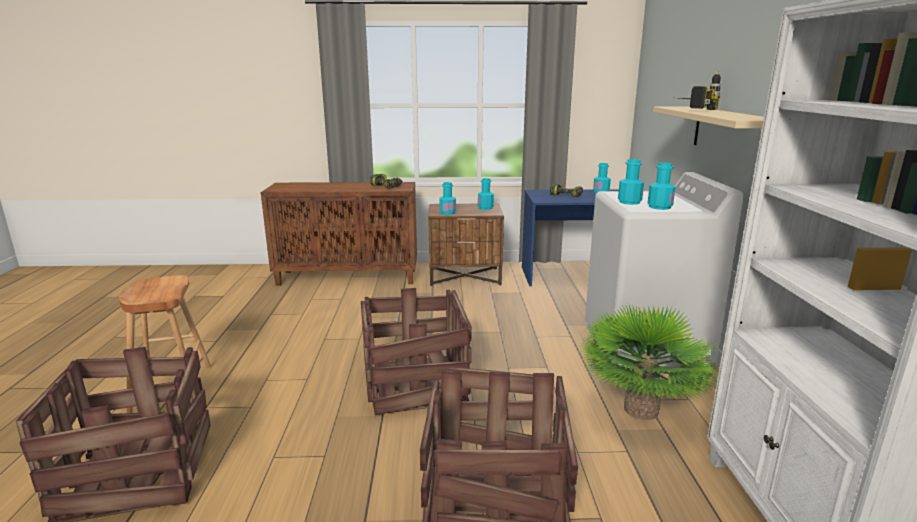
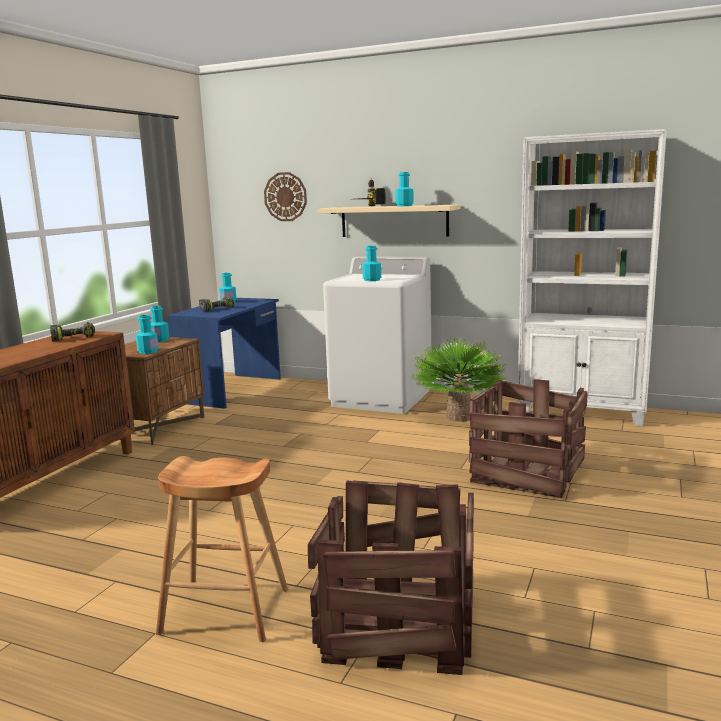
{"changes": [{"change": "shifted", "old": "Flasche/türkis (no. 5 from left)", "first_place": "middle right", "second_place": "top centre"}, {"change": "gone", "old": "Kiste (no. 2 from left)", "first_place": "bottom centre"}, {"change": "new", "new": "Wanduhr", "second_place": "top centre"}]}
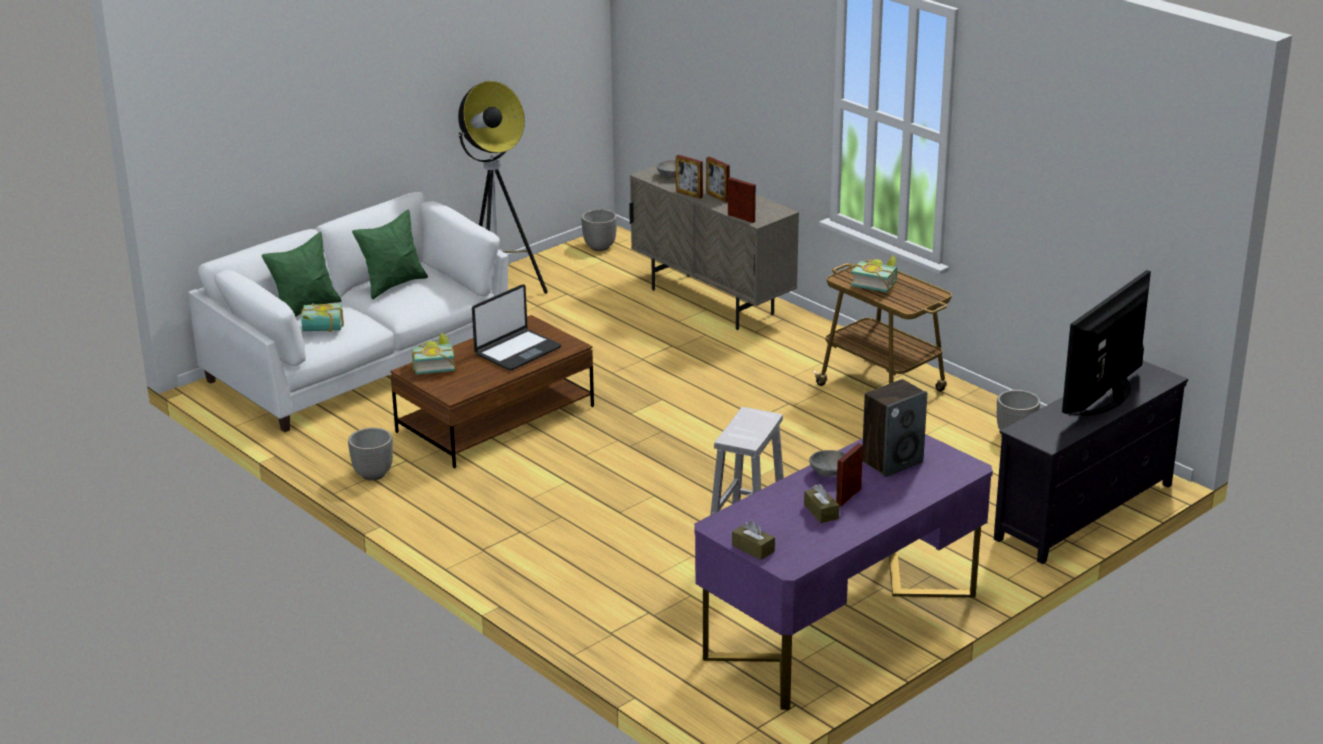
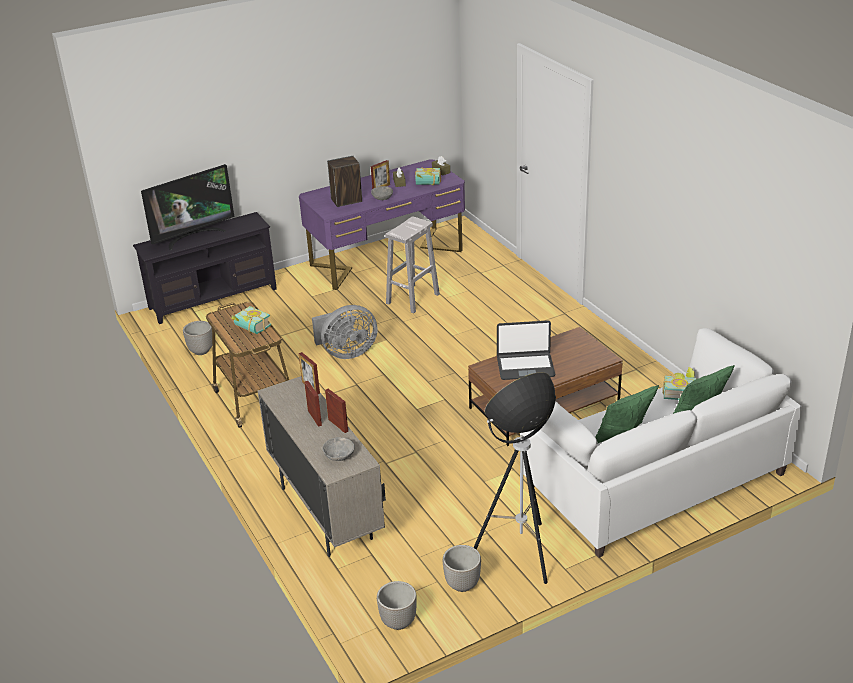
{"changes": [{"change": "rotated", "old": "Laptop", "first_place": "centre", "second_place": "centre", "degrees": -150}, {"change": "shifted", "old": "Buch (no. 2 from left)", "first_place": "middle left", "second_place": "top centre"}, {"change": "shifted", "old": "Pflanzkübel (no. 1 from left in the first image)", "new": "Pflanzkübel (no. 3 from left)", "first_place": "middle left", "second_place": "bottom centre"}, {"change": "new", "new": "Ventilator/grau", "second_place": "centre"}]}
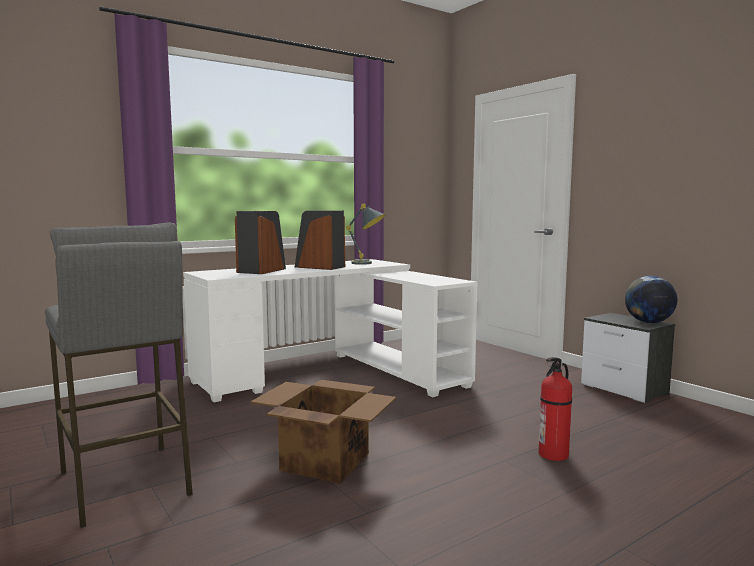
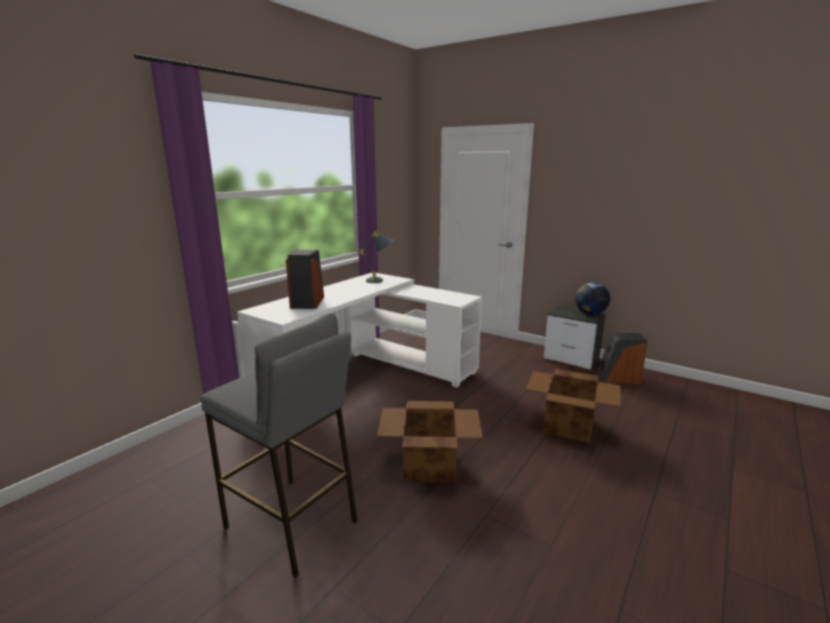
{"changes": [{"change": "shifted", "old": "Lautsprecher (no. 2 from left)", "first_place": "centre", "second_place": "middle right"}, {"change": "swapped", "old": "Feuerlöscher", "new": "Karton (no. 2 from left)", "first_place": "bottom right", "second_place": "middle right"}]}
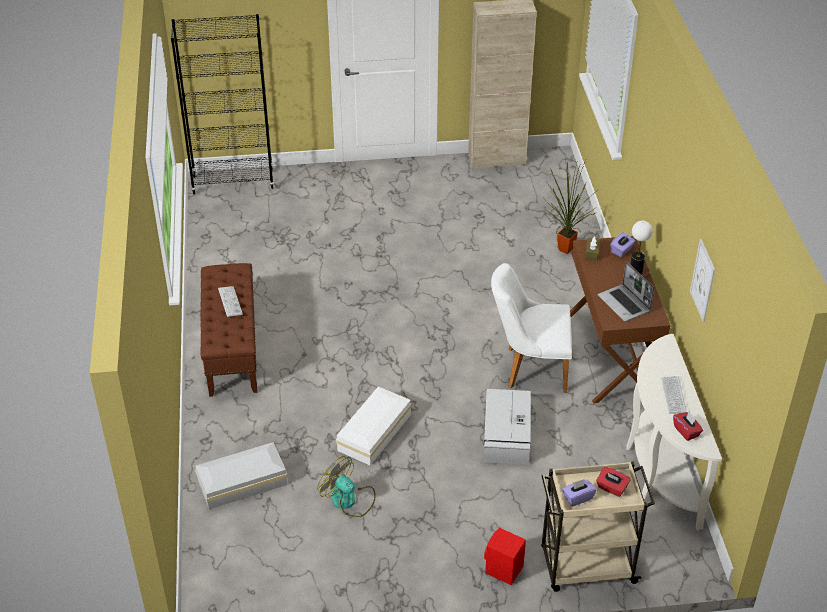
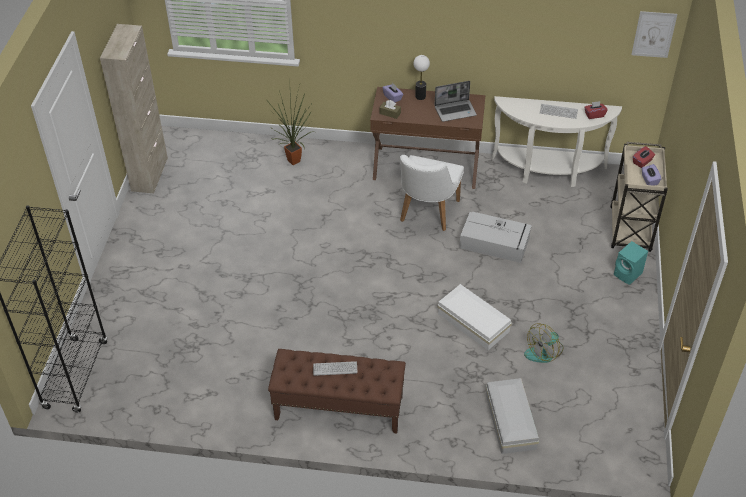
{"changes": [{"change": "shifted", "old": "Bild", "first_place": "middle right", "second_place": "top right"}, {"change": "repainted", "old": "Lautsprecher/rot", "new": "Lautsprecher/türkis", "first_place": "bottom centre", "second_place": "middle right"}]}
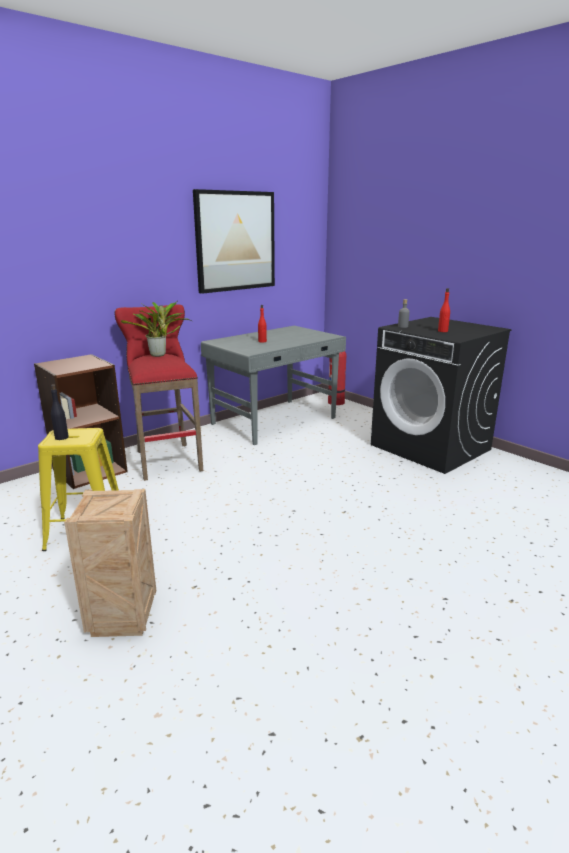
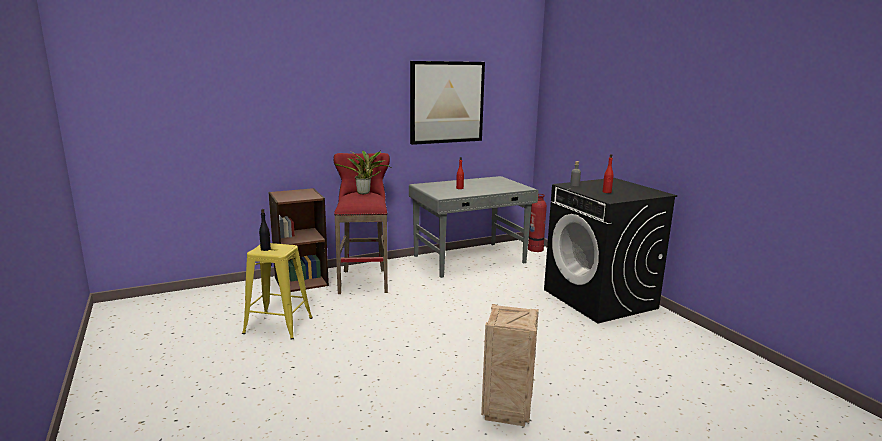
{"changes": [{"change": "shifted", "old": "Kiste", "first_place": "middle left", "second_place": "bottom centre"}]}
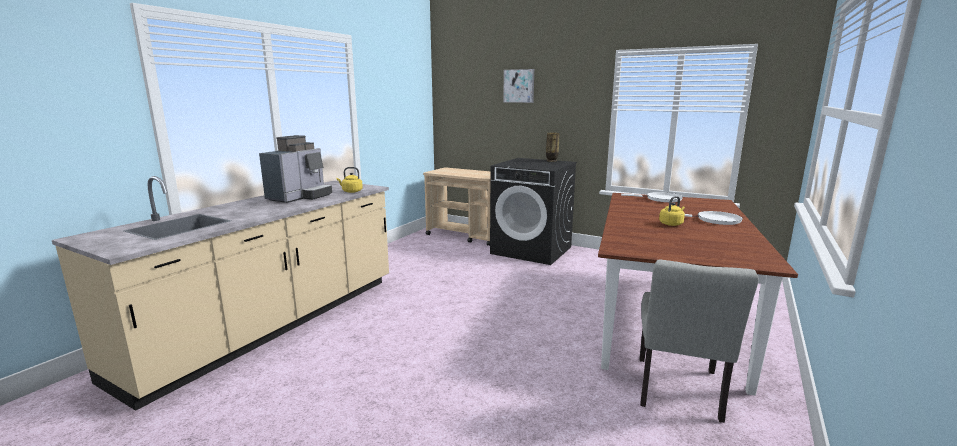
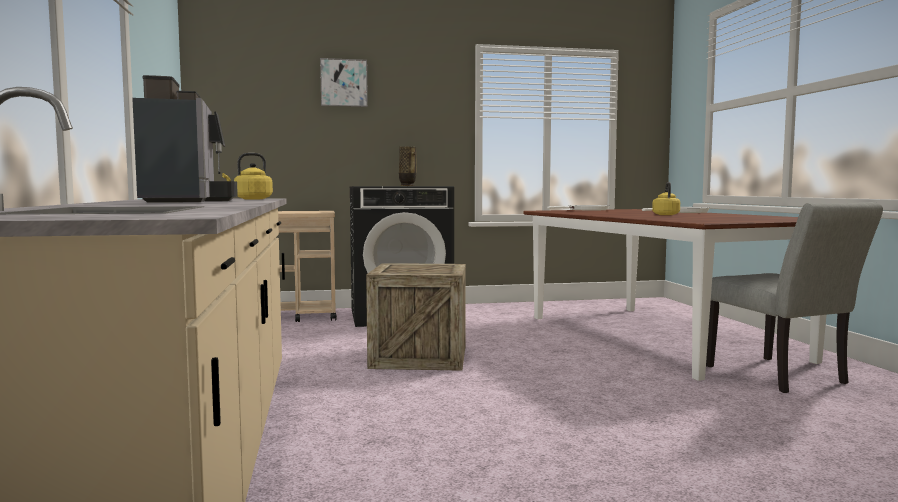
{"changes": [{"change": "new", "new": "Kiste", "second_place": "centre"}]}
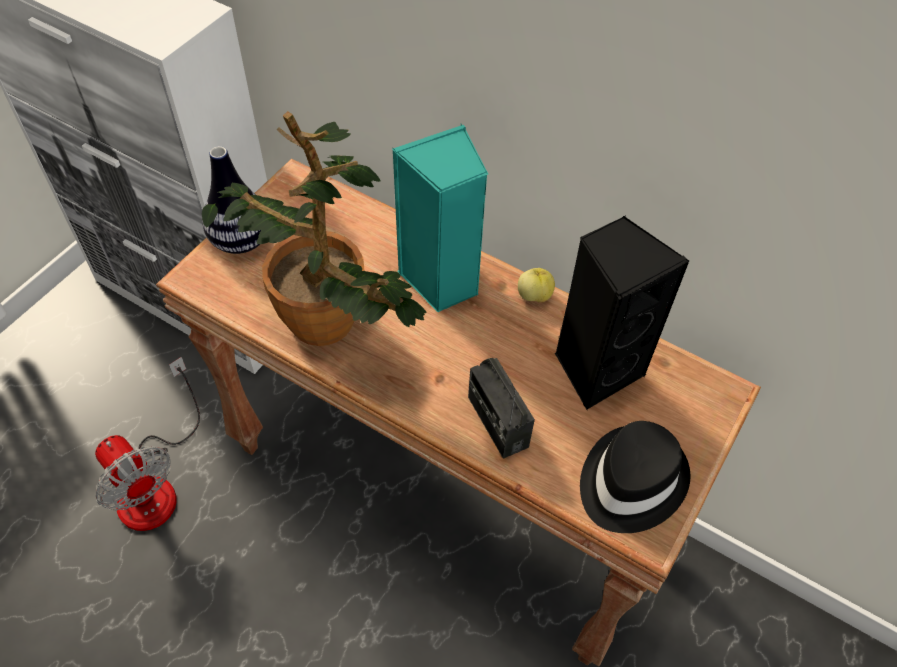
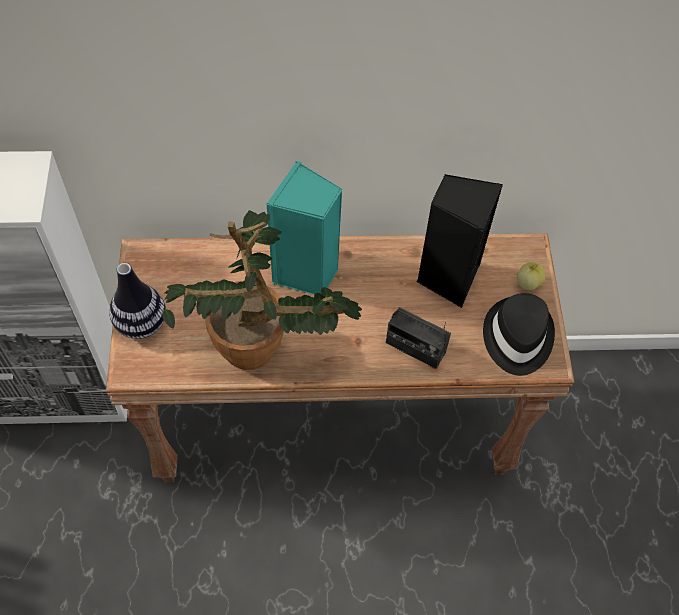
{"changes": [{"change": "shifted", "old": "Apfel", "first_place": "centre", "second_place": "middle right"}, {"change": "gone", "old": "Ventilator", "first_place": "middle left"}]}
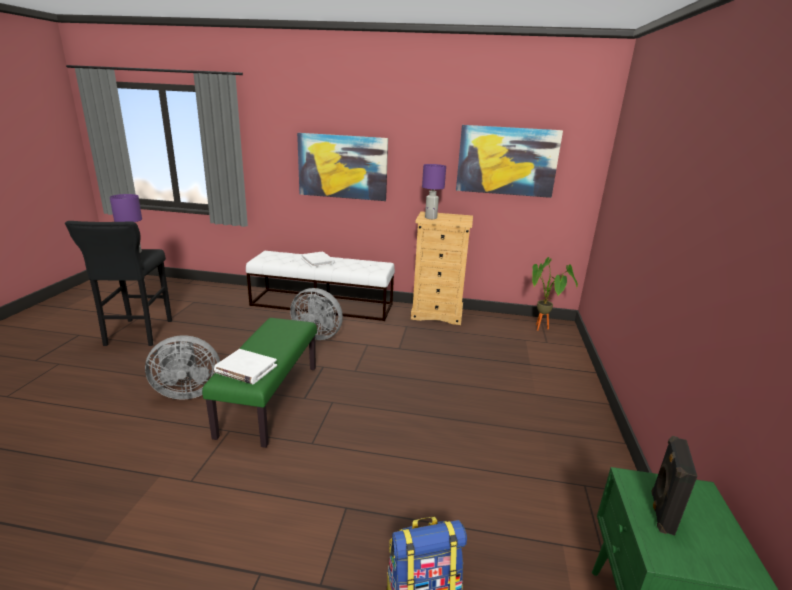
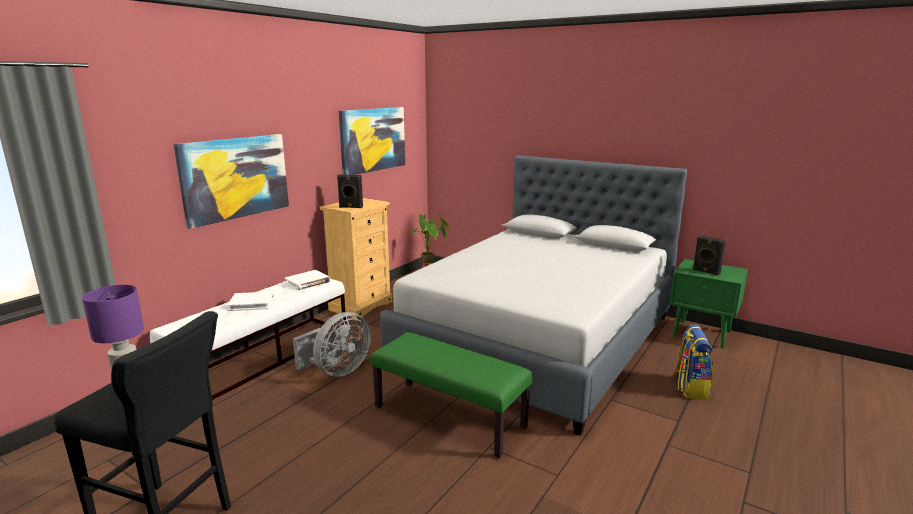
{"changes": [{"change": "swapped", "old": "Tischlampe/lila (no. 2 from left)", "new": "Lautsprecher/schwarz (no. 1 from left)", "first_place": "top centre", "second_place": "centre"}, {"change": "gone", "old": "Ventilator/grau (no. 1 from left)", "first_place": "middle left"}, {"change": "shifted", "old": "Buch/weiß (no. 1 from left in the first image)", "new": "Buch/weiß (no. 2 from left)", "first_place": "middle left", "second_place": "centre"}, {"change": "new", "new": "Bett/grau", "second_place": "centre"}]}
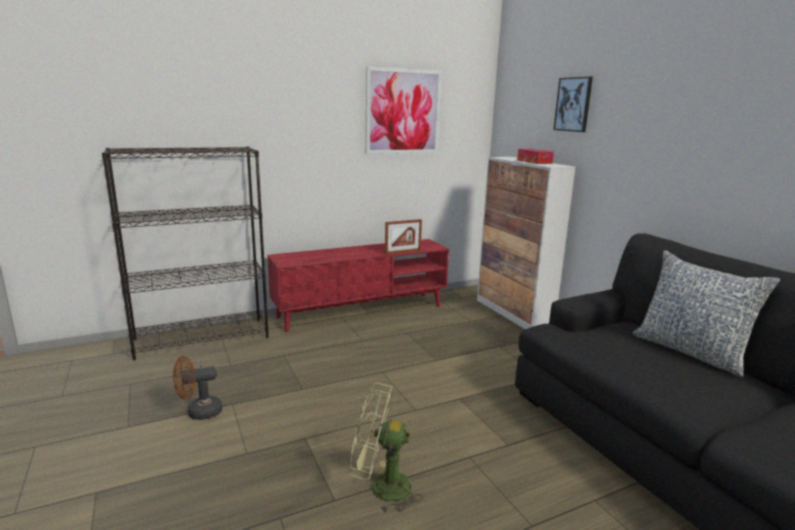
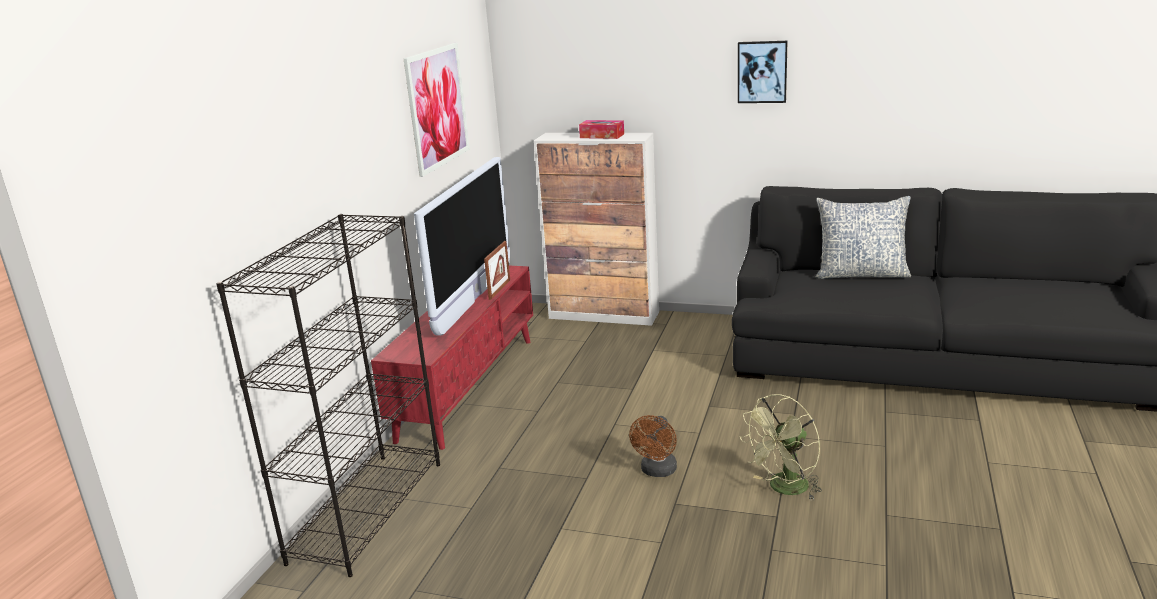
{"changes": [{"change": "shifted", "old": "Bild (no. 2 from left)", "first_place": "top right", "second_place": "top centre"}, {"change": "shifted", "old": "Ventilator/braun", "first_place": "bottom left", "second_place": "bottom centre"}, {"change": "new", "new": "Fernseher", "second_place": "centre"}]}
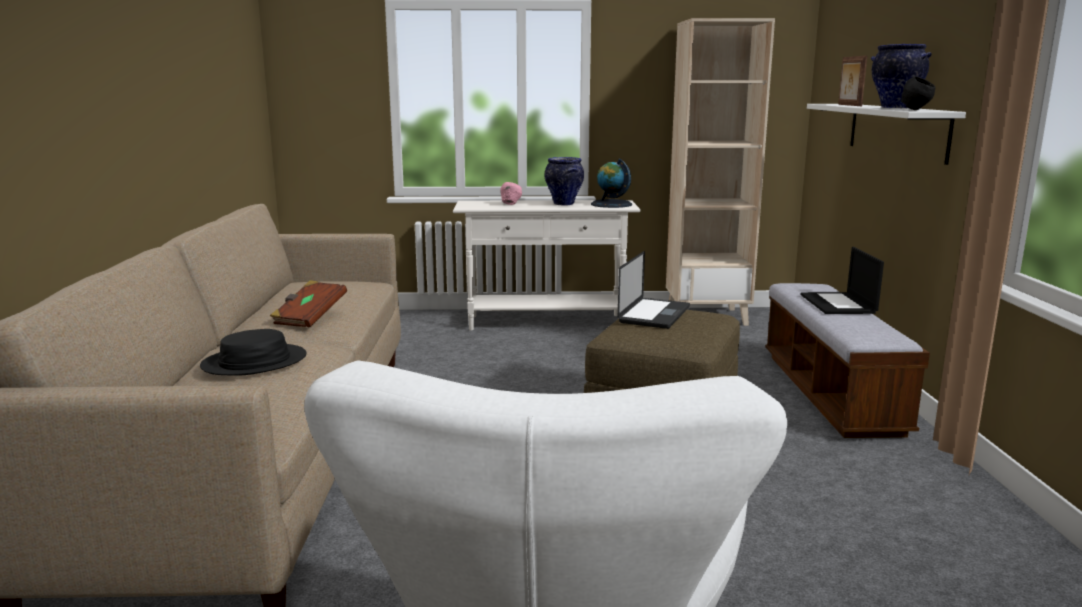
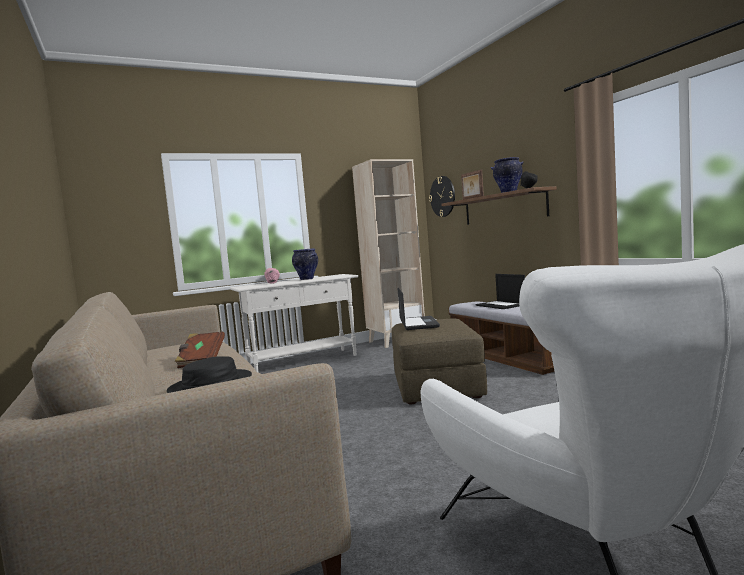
{"changes": [{"change": "repainted", "old": "Wandregal/weiß", "new": "Wandregal/braun", "first_place": "top right", "second_place": "middle right"}, {"change": "gone", "old": "Globus", "first_place": "top centre"}, {"change": "new", "new": "Wanduhr", "second_place": "centre"}]}
